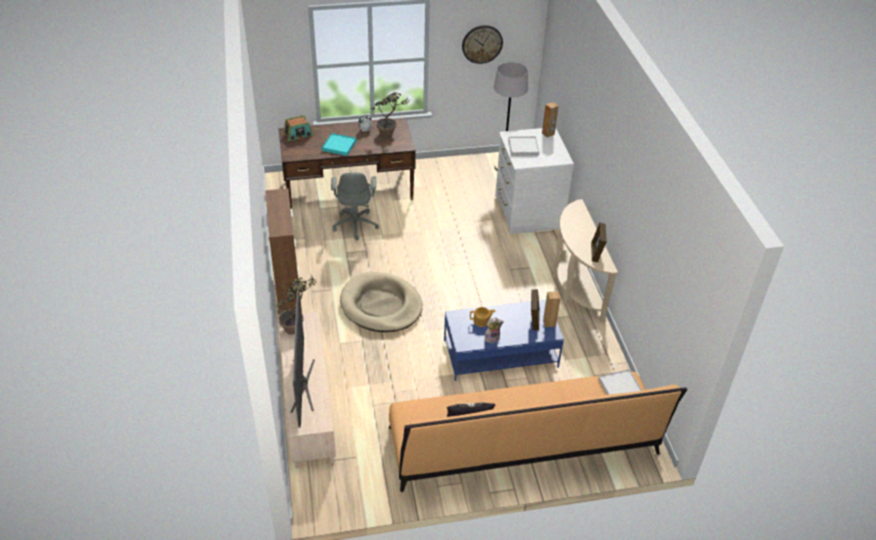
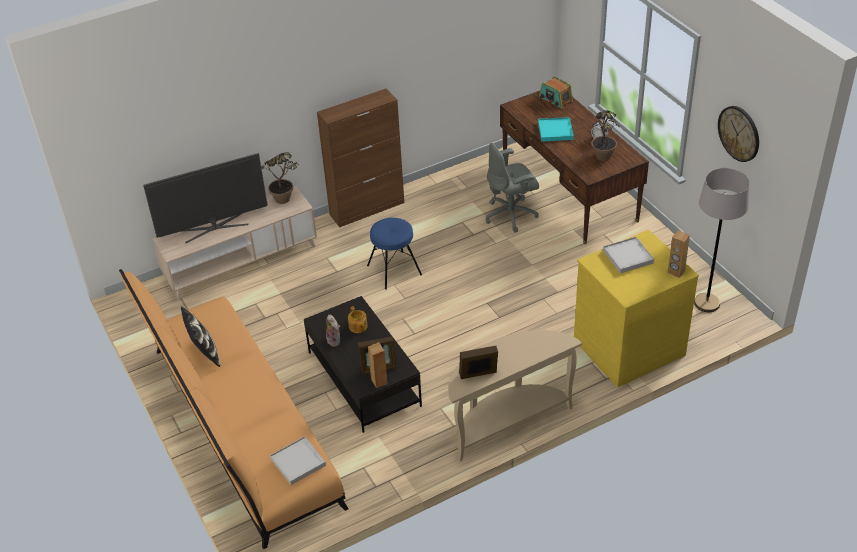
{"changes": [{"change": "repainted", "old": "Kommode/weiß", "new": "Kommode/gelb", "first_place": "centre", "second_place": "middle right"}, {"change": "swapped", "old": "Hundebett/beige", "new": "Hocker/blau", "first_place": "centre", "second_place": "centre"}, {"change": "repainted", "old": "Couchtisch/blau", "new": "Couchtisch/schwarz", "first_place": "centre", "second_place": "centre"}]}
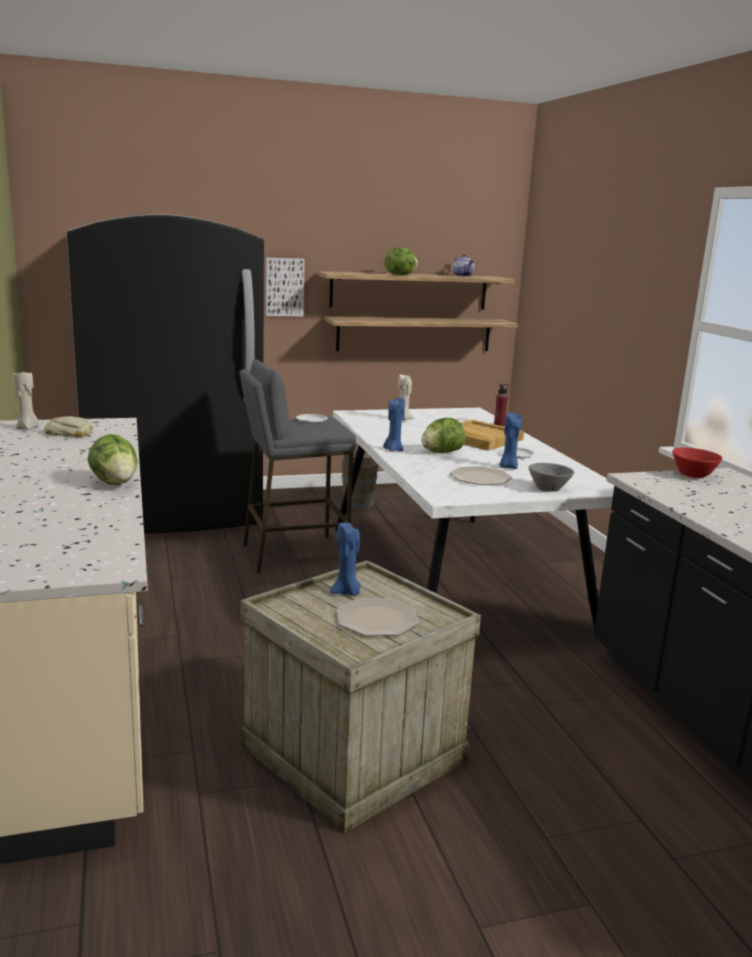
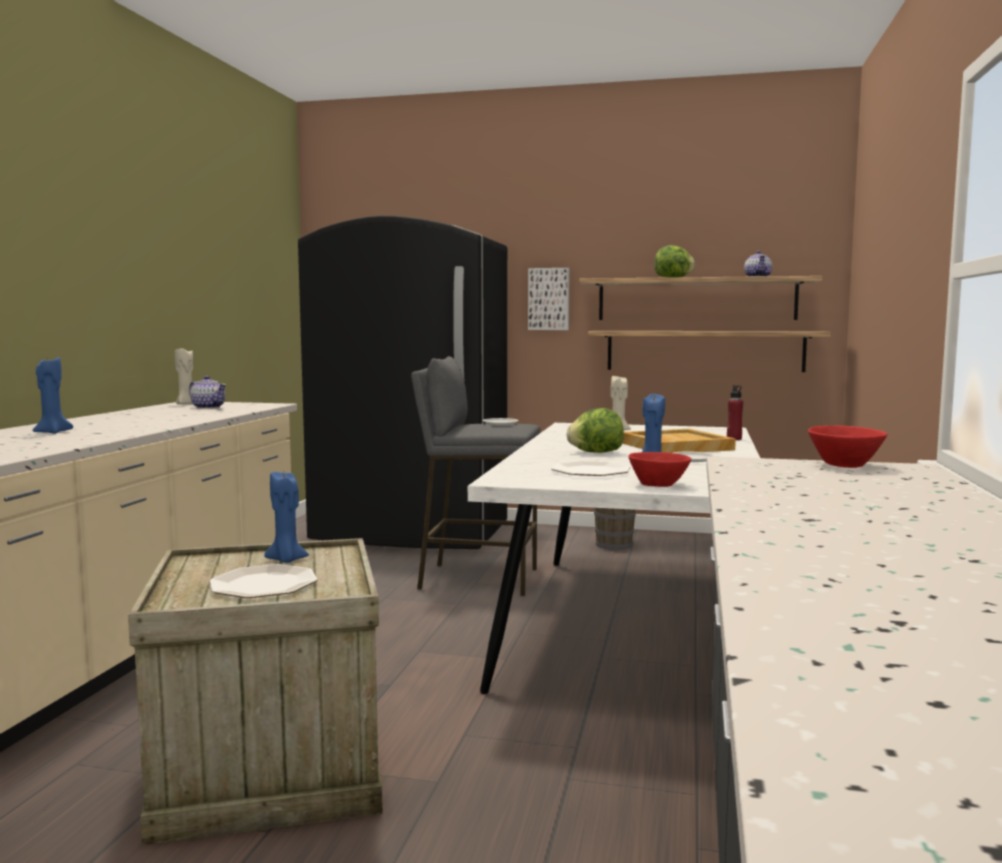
{"changes": [{"change": "shifted", "old": "Kerze/blau (no. 2 from left in the first image)", "new": "Kerze/blau (no. 1 from left)", "first_place": "centre", "second_place": "middle left"}, {"change": "swapped", "old": "Brot", "new": "Teekanne (no. 1 from left)", "first_place": "middle left", "second_place": "middle left"}, {"change": "gone", "old": "Salatkopf (no. 1 from left)", "first_place": "middle left"}, {"change": "repainted", "old": "Schüssel/grau", "new": "Schüssel/rot (no. 1 from left)", "first_place": "middle right", "second_place": "centre"}]}
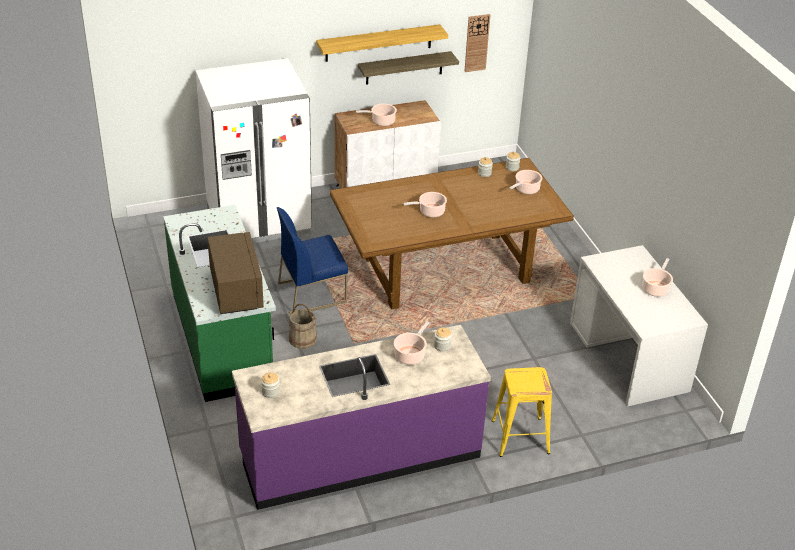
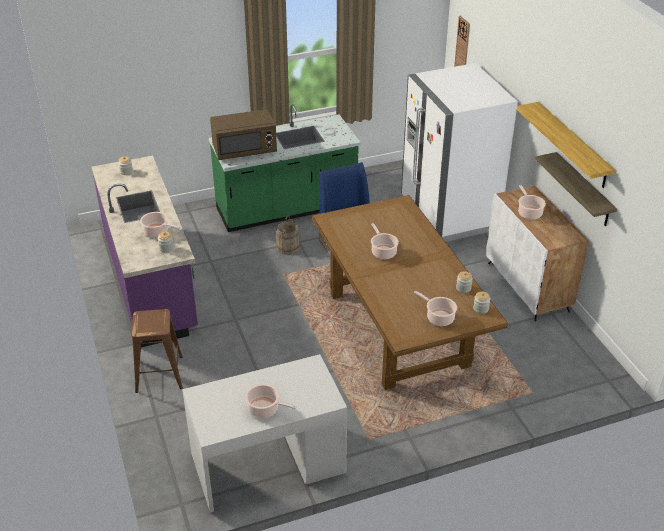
{"changes": [{"change": "shifted", "old": "Wanduhr", "first_place": "top centre", "second_place": "top right"}, {"change": "repainted", "old": "Hocker/gelb", "new": "Hocker/braun", "first_place": "bottom centre", "second_place": "middle left"}]}
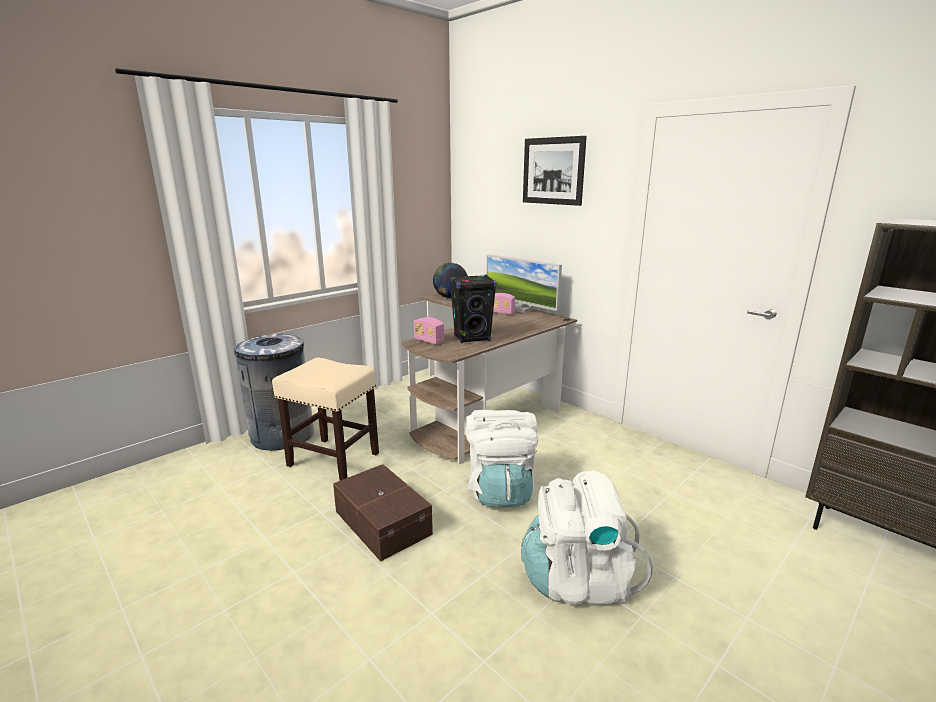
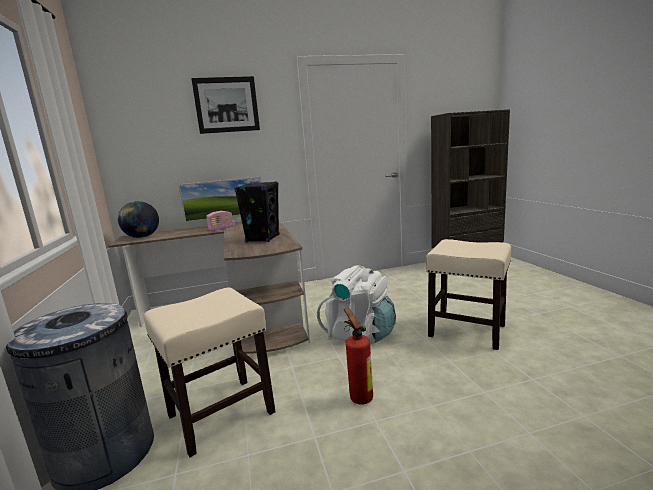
{"changes": [{"change": "gone", "old": "Radio (no. 1 from left)", "first_place": "centre"}, {"change": "swapped", "old": "Aufbewahrungsbox/braun", "new": "Feuerlöscher", "first_place": "bottom centre", "second_place": "bottom centre"}, {"change": "swapped", "old": "Rucksack/weiß (no. 2 from left)", "new": "Hocker/beige (no. 2 from left)", "first_place": "bottom centre", "second_place": "middle right"}]}
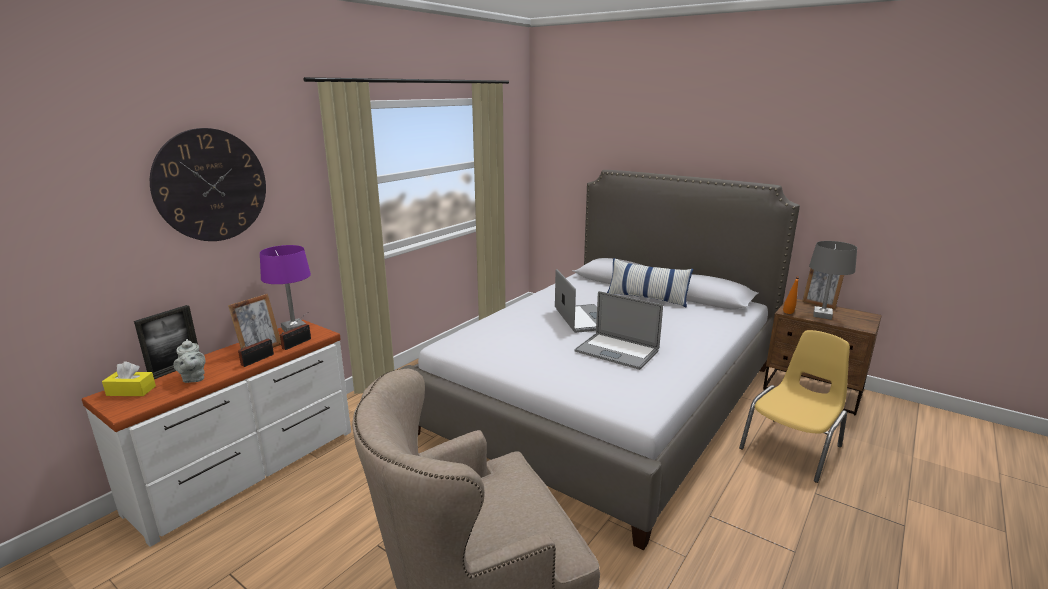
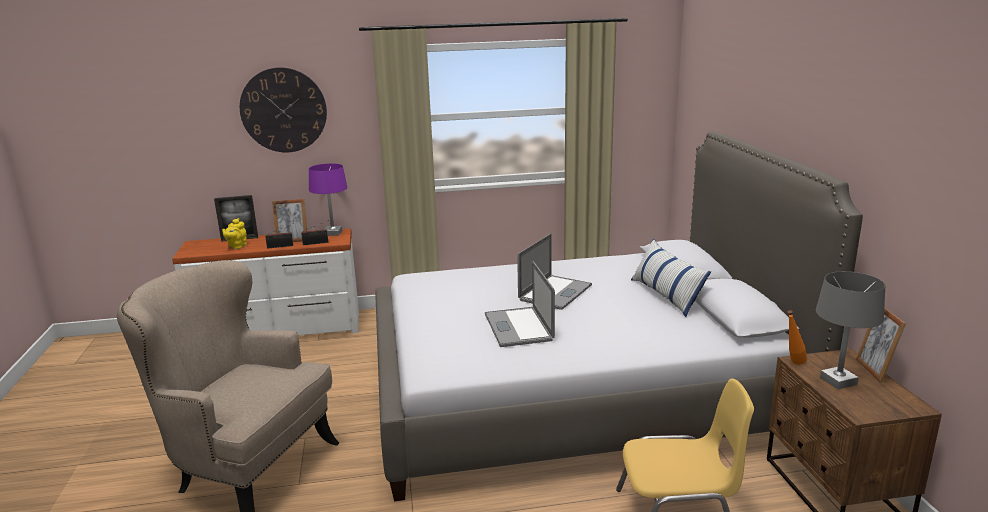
{"changes": [{"change": "repainted", "old": "Teekanne/grau", "new": "Teekanne/gelb", "first_place": "middle left", "second_place": "middle left"}, {"change": "gone", "old": "Taschentuchbox/gelb", "first_place": "middle left"}]}
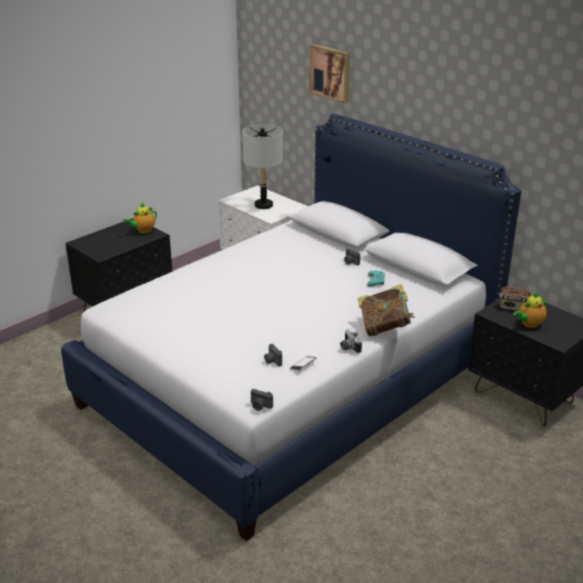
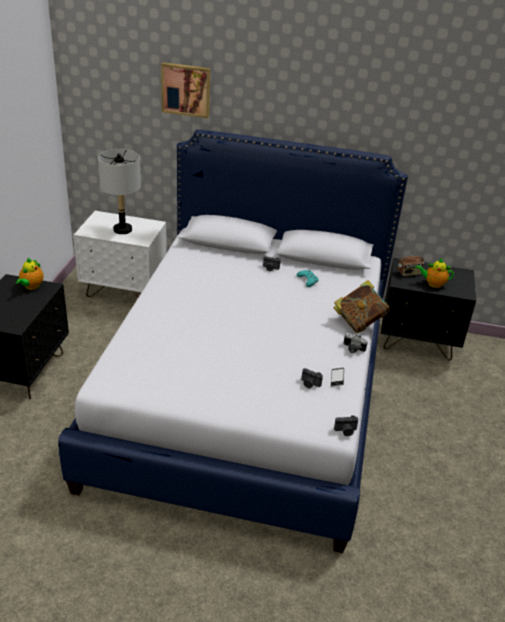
{"changes": [{"change": "rotated", "old": "Teekanne (no. 2 from left)", "first_place": "middle right", "second_place": "middle right", "degrees": 75}]}
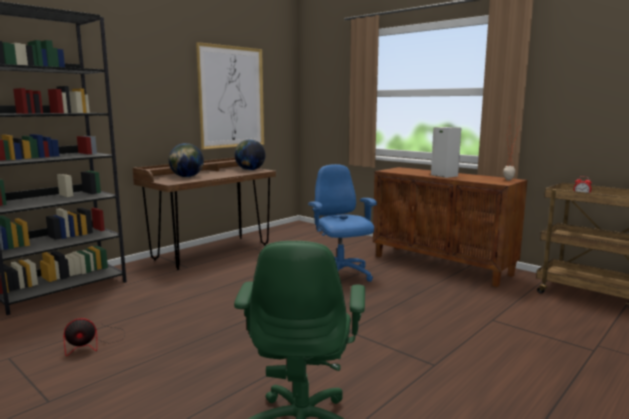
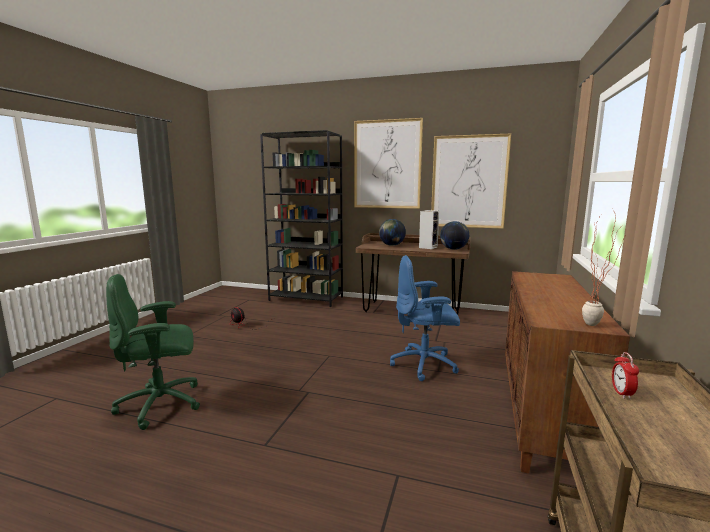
{"changes": [{"change": "shifted", "old": "Lautsprecher", "first_place": "middle right", "second_place": "centre"}, {"change": "rotated", "old": "Bürostuhl/blau", "first_place": "centre", "second_place": "centre", "degrees": -135}, {"change": "new", "new": "Bild (no. 1 from left)", "second_place": "top centre"}]}
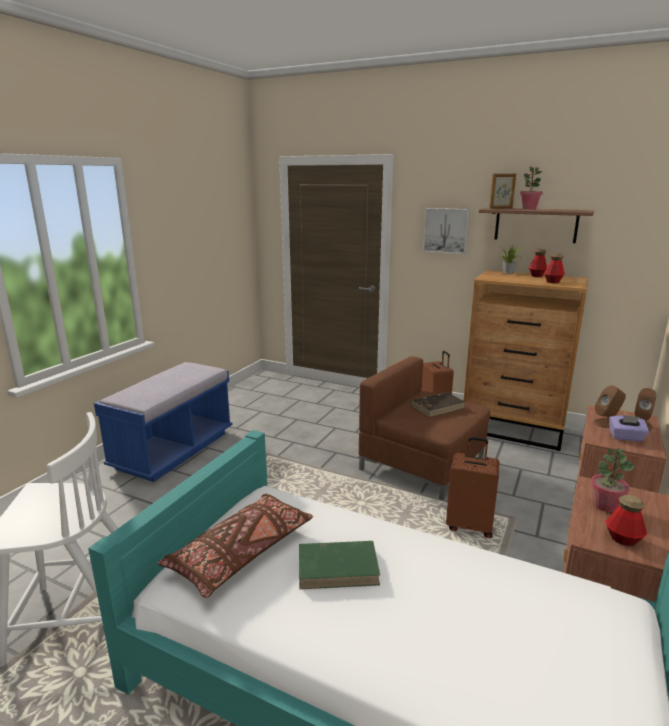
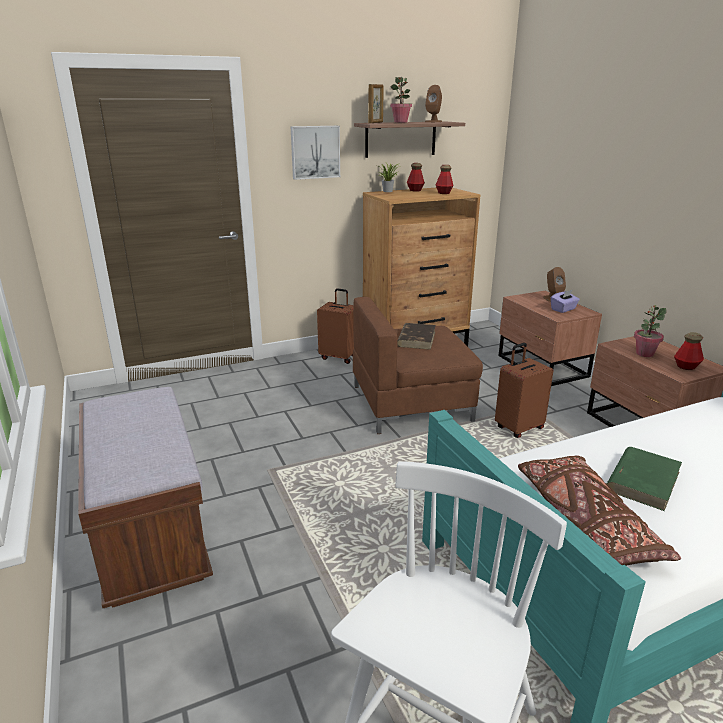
{"changes": [{"change": "repainted", "old": "Bank/blau", "new": "Bank/braun", "first_place": "middle left", "second_place": "bottom left"}, {"change": "shifted", "old": "Lautsprecher/braun (no. 1 from left)", "first_place": "middle right", "second_place": "top centre"}]}
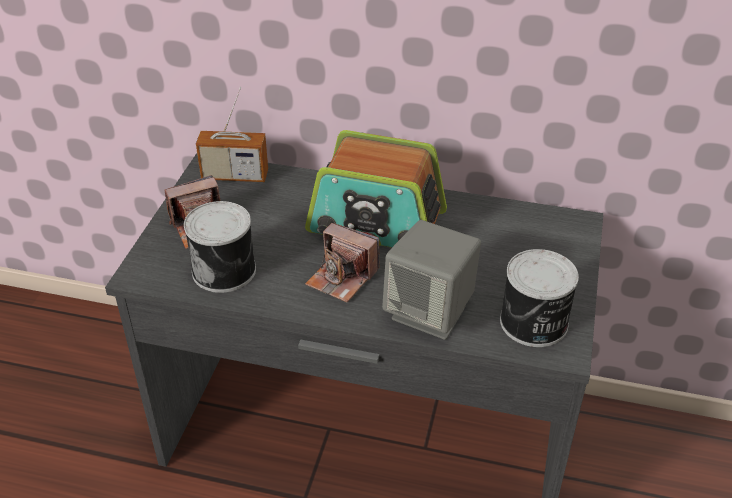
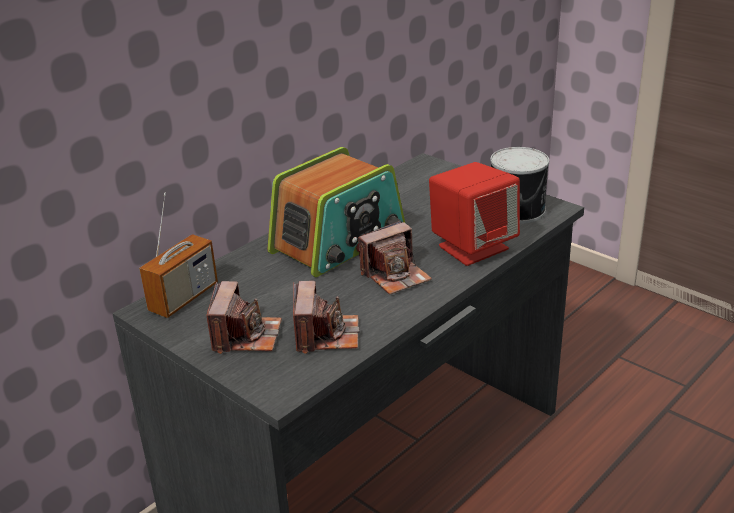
{"changes": [{"change": "swapped", "old": "Dose (no. 1 from left)", "new": "Kamera (no. 2 from left)", "first_place": "middle left", "second_place": "centre"}, {"change": "repainted", "old": "Lautsprecher/grau", "new": "Lautsprecher/rot", "first_place": "centre", "second_place": "centre"}]}
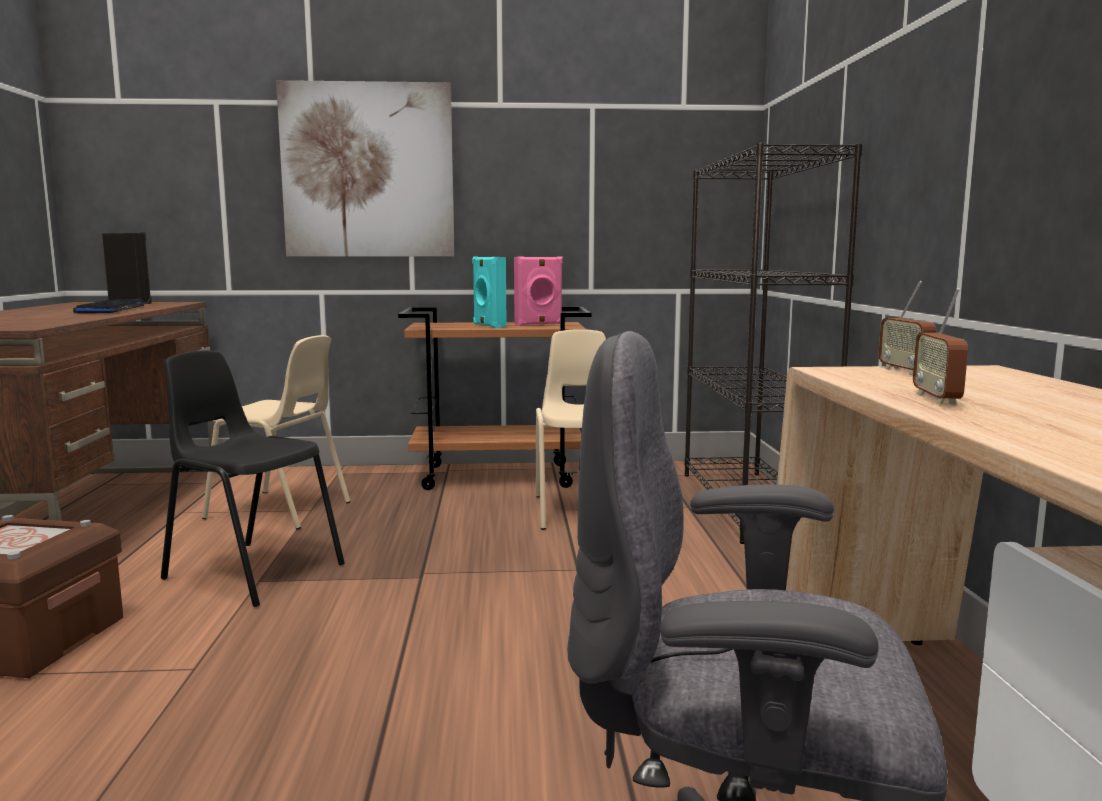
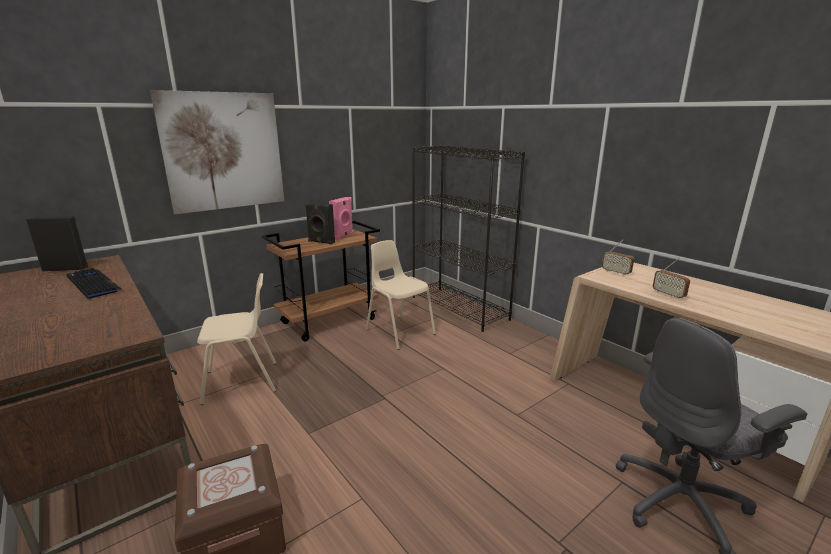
{"changes": [{"change": "repainted", "old": "Lautsprecher/türkis", "new": "Lautsprecher/schwarz (no. 2 from left)", "first_place": "centre", "second_place": "centre"}, {"change": "gone", "old": "Stuhl/schwarz", "first_place": "middle left"}]}
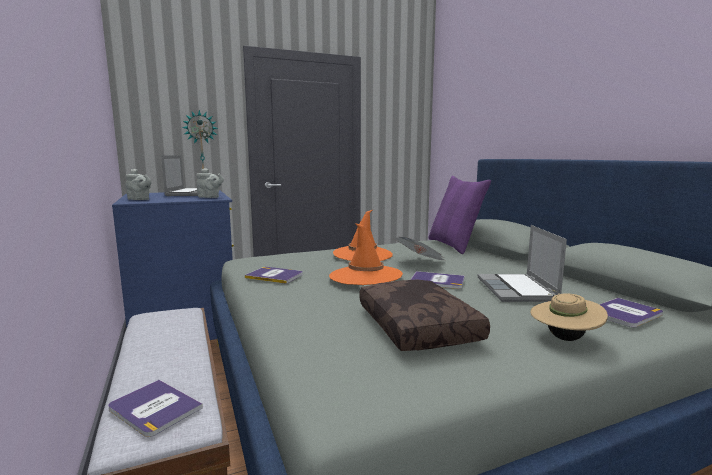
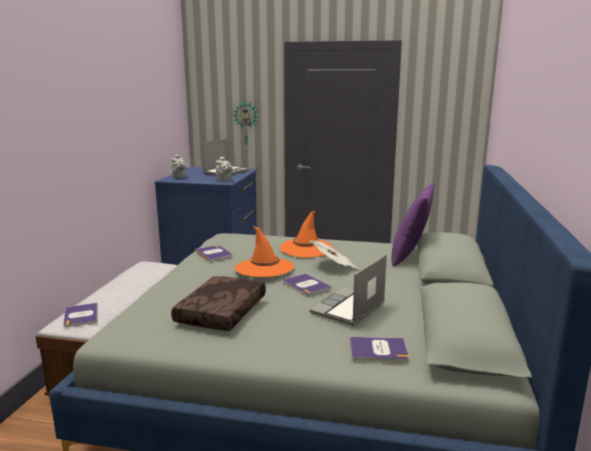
{"changes": [{"change": "gone", "old": "Hut/beige", "first_place": "middle right"}]}
